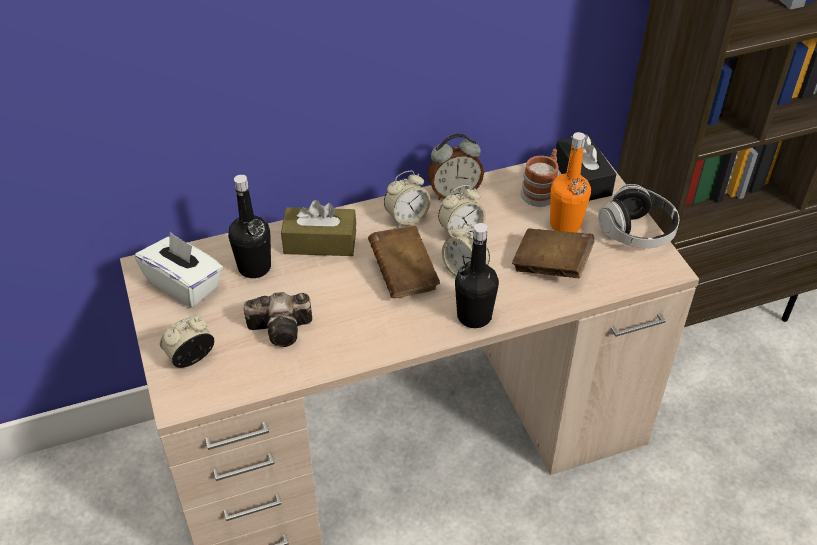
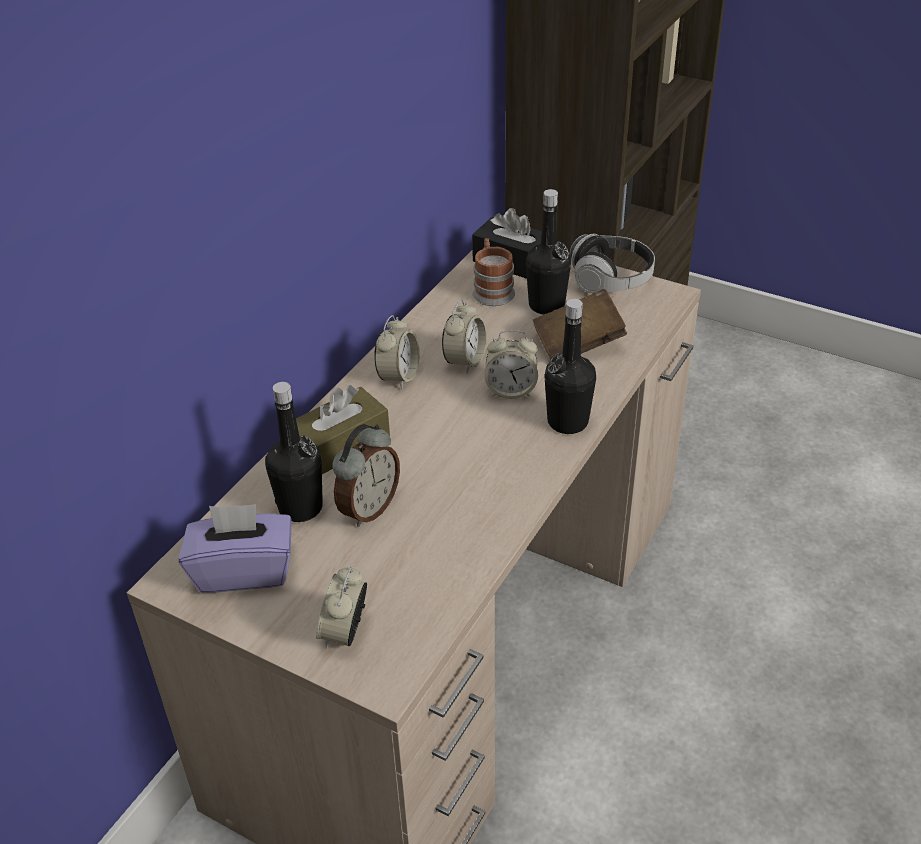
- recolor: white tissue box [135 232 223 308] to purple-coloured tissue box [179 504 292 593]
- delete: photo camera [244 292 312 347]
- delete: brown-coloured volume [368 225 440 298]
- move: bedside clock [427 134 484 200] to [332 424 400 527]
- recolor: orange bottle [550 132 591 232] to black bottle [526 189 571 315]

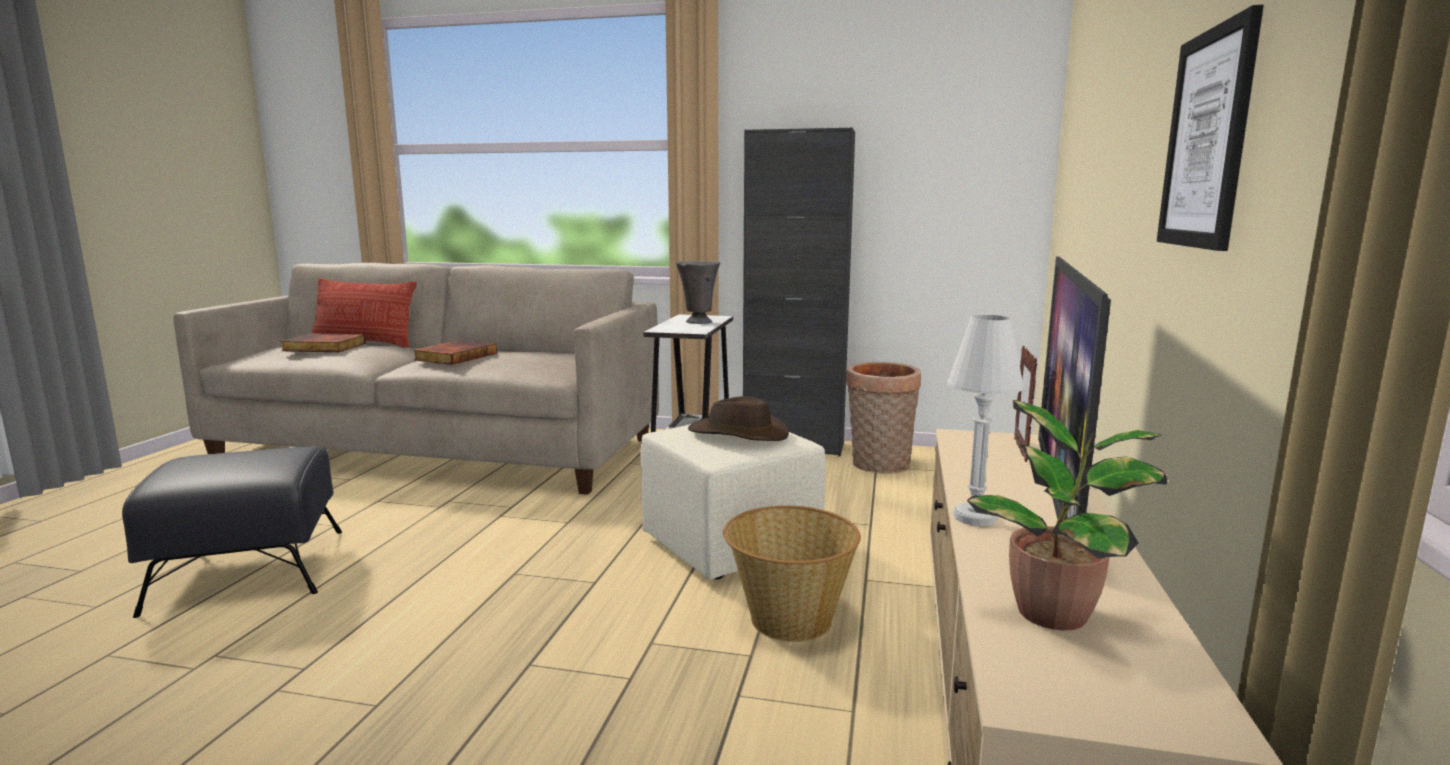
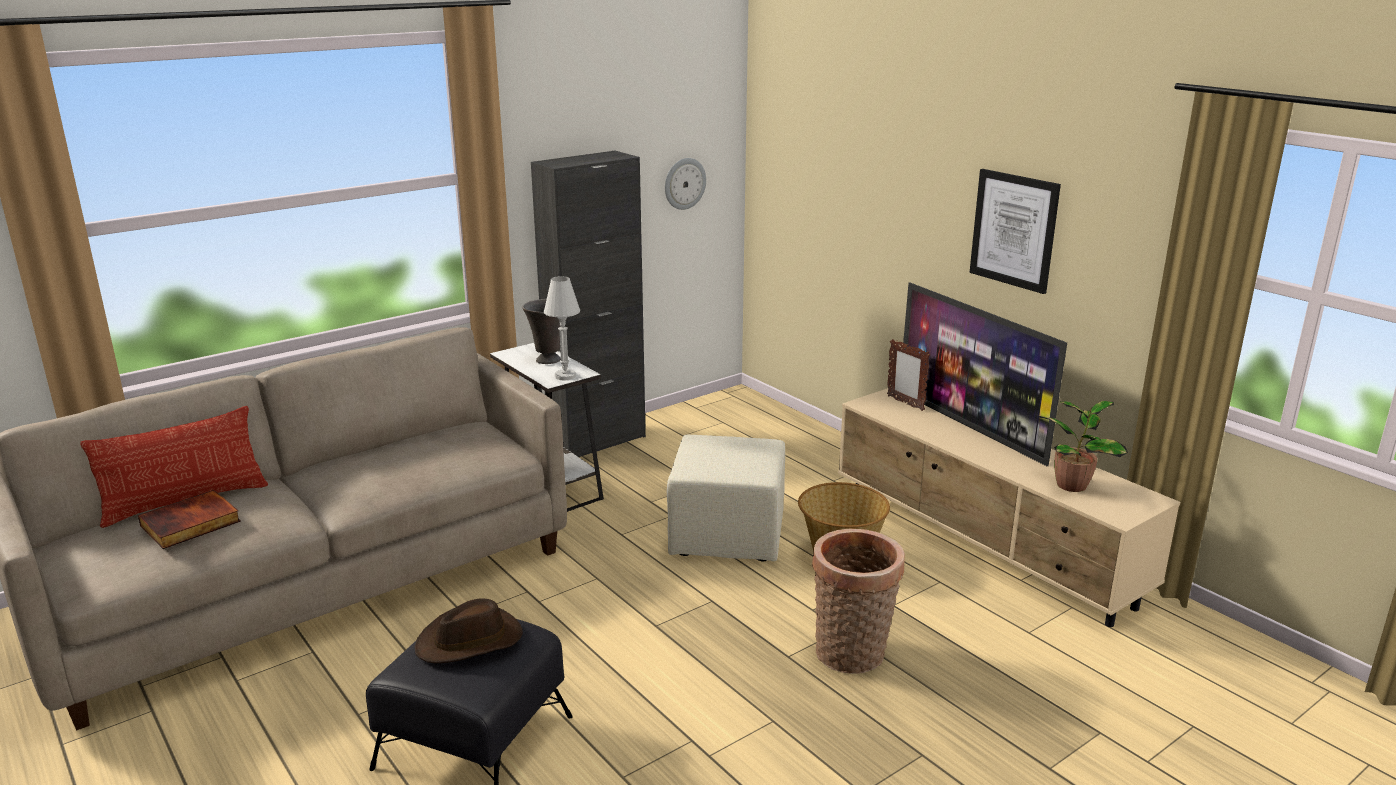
- delete: volume [413 340 497 365]
- move: brown-coloured wearable hat [688 396 789 441] to [415 599 523 663]
- move: household basket [846 362 921 474] to [812 528 905 674]
- move: white table lamp [947 315 1025 526] to [544 276 580 381]
- insert: clock on the wall [665 158 706 210]

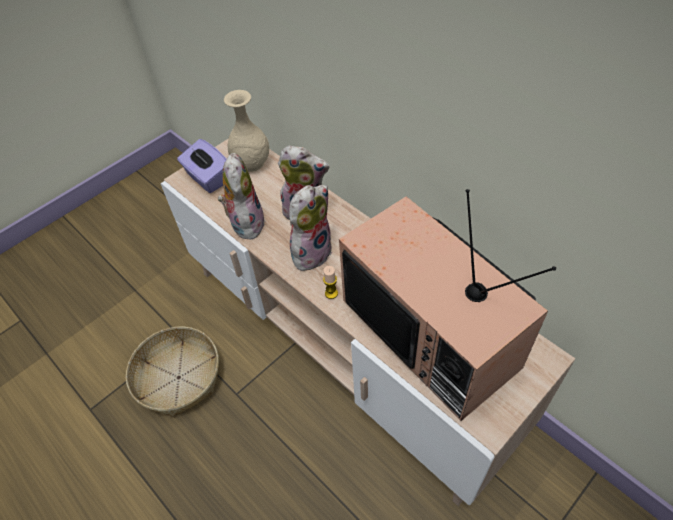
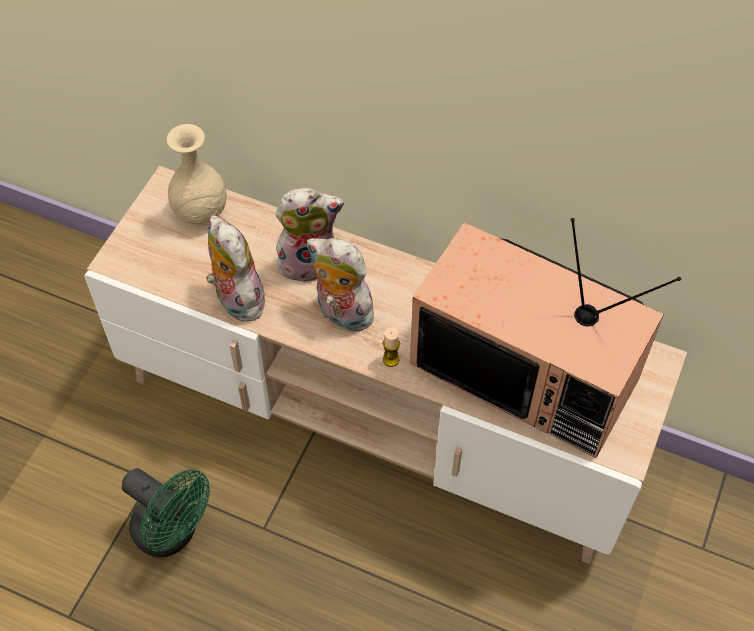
- replace: household basket [126 327 219 417] to green fan [122 468 210 557]
- delete: purple-coloured tissue box [177 139 226 193]
- rotate: cuddly toy [289 185 333 271] = [307 238 381 332] 75 degrees counterclockwise

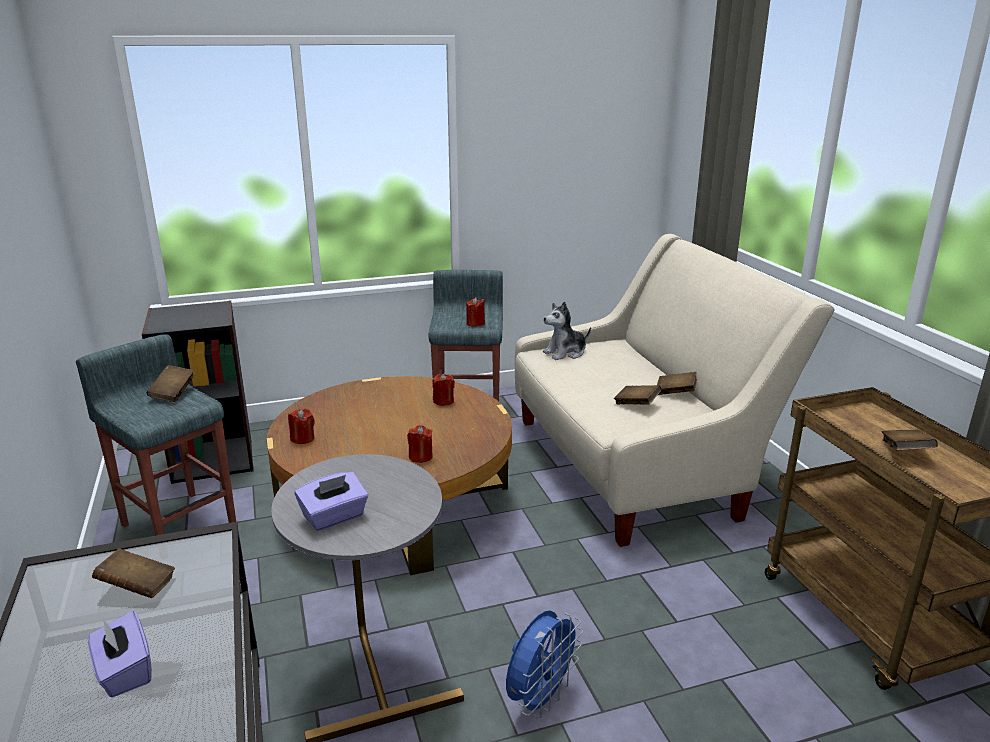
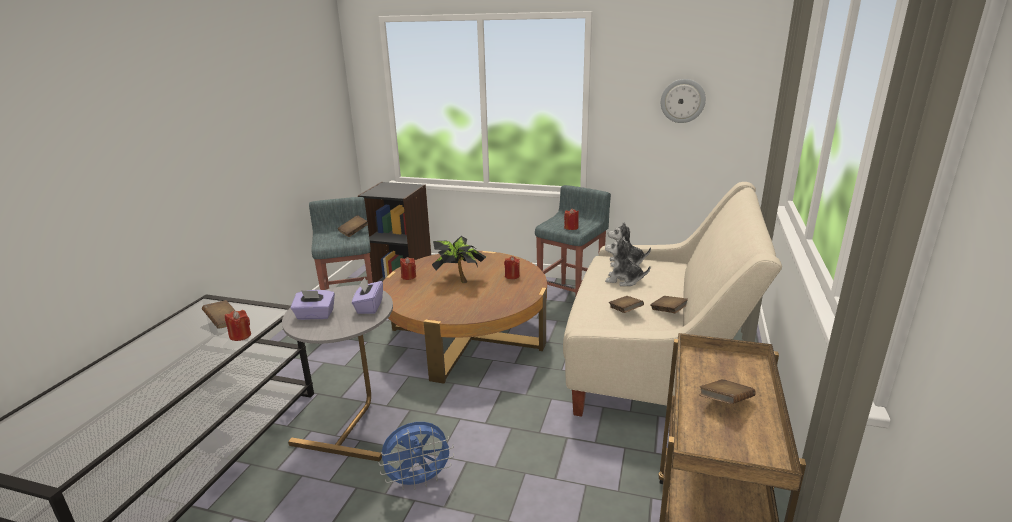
- move: purple-coloured tissue box [88 611 152 697] to [352 277 383 314]
- move: red wax light [407 425 433 463] to [225 310 251 341]
- insert: plant in a pot [432 236 486 283]
- insert: cuddly toy [605 236 650 286]
- insert: clock on the wall [661 79 706 123]

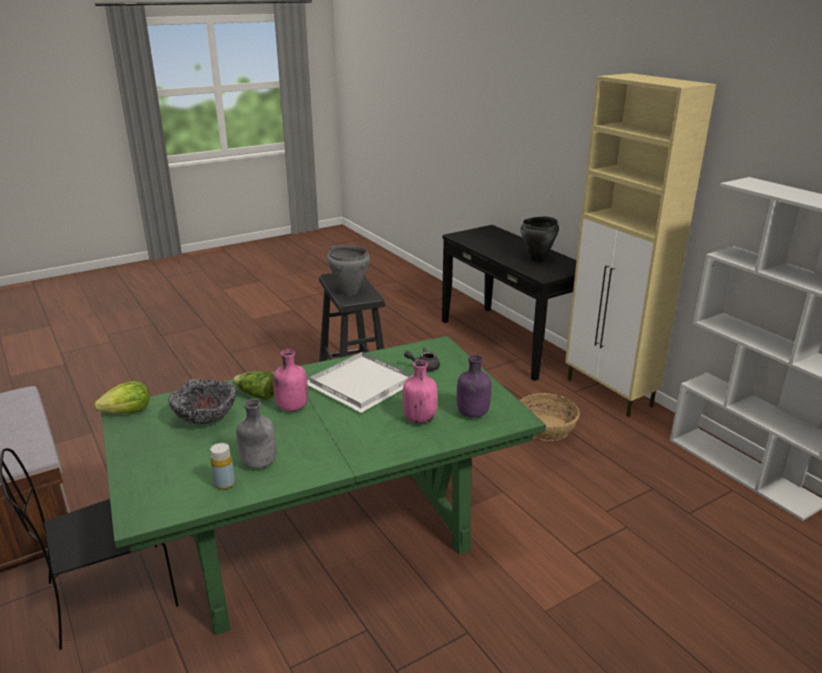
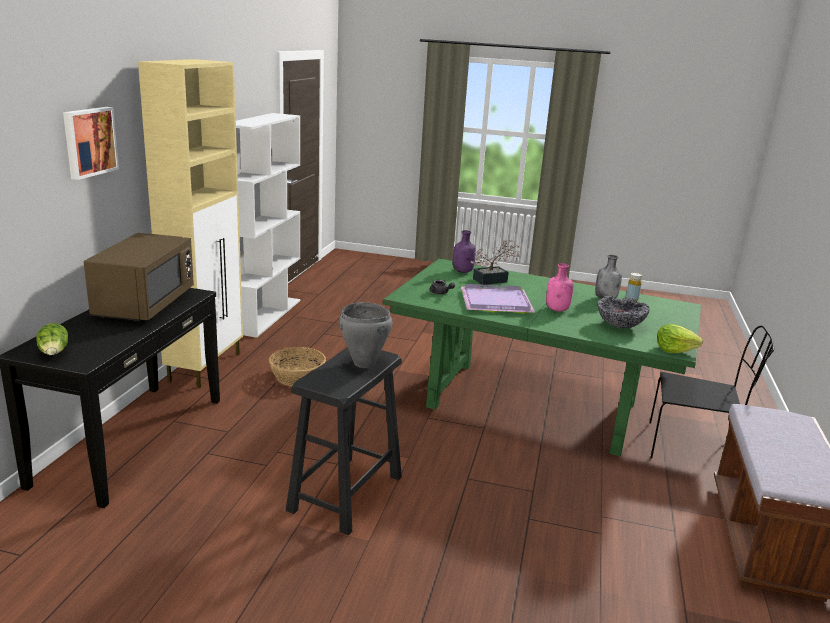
- move: head of lettuce [232 371 274 400] to [37 323 68 355]
- recolor: white serving tray [307 352 413 413] to purple-coloured serving tray [461 284 535 314]
- replace: pink bottle [403 360 437 423] to plant in a pot [471 240 520 285]
- replace: black cooking pot [521 217 559 262] to brown-coloured microwave oven [84 233 194 322]
- insert: wall art [63 107 119 180]

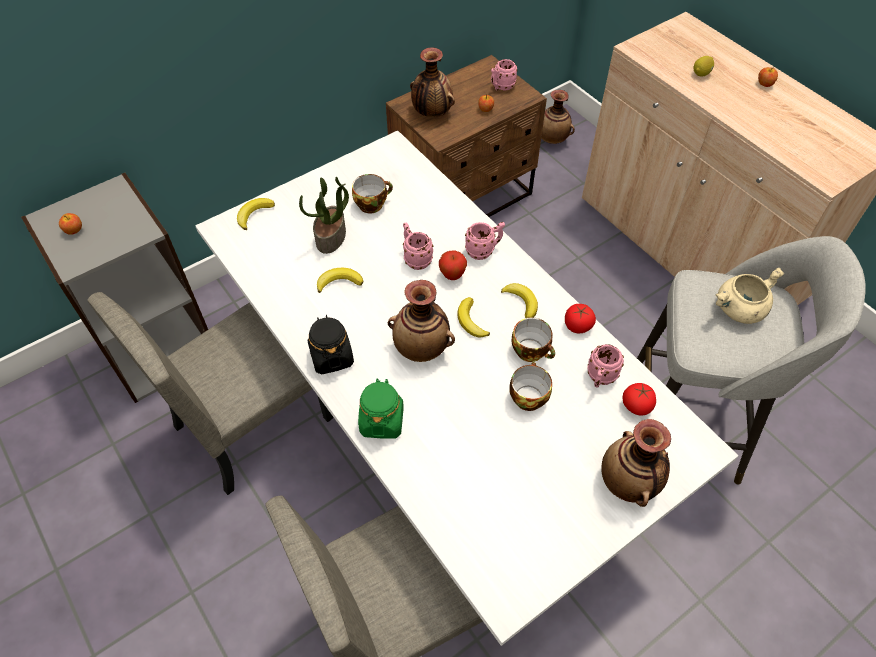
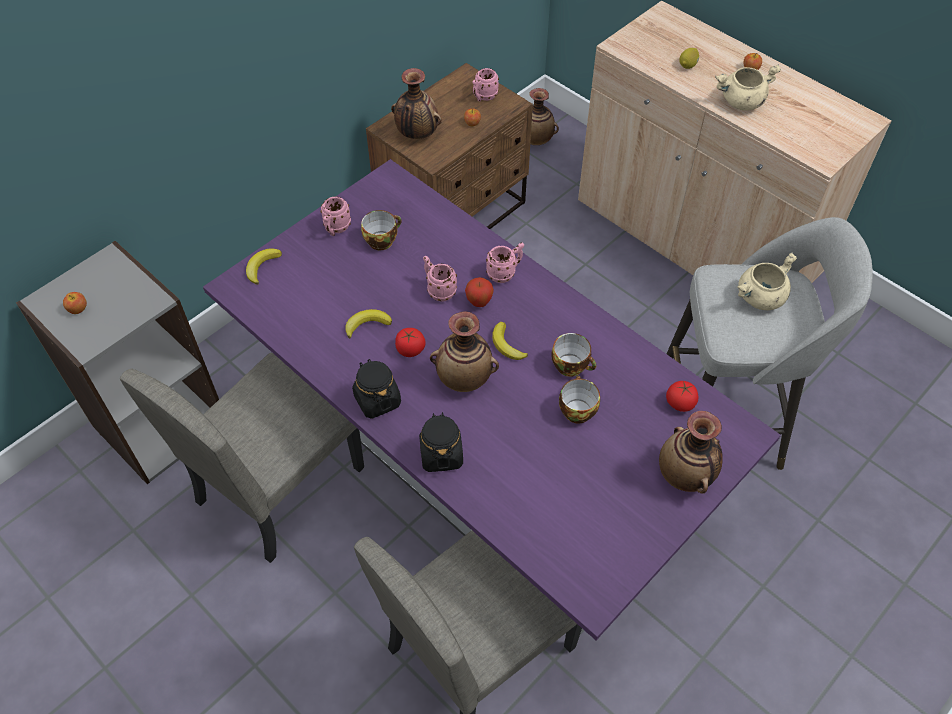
- recolor: white dinner table [195 130 739 646] to purple-coloured dinner table [203 159 781 640]
- delete: plant in a pot [299 177 349 254]
- recolor: green jar [358 379 404 439] to black jar [419 412 463 472]
- delete: whole banana [501 283 538 318]
- move: fresh tomato [565 304 596 333] to [395 328 426 357]
- move: pink tea mug [588 344 624 388] to [320 197 351 236]
- insert: beige cooking pot [715 65 781 111]

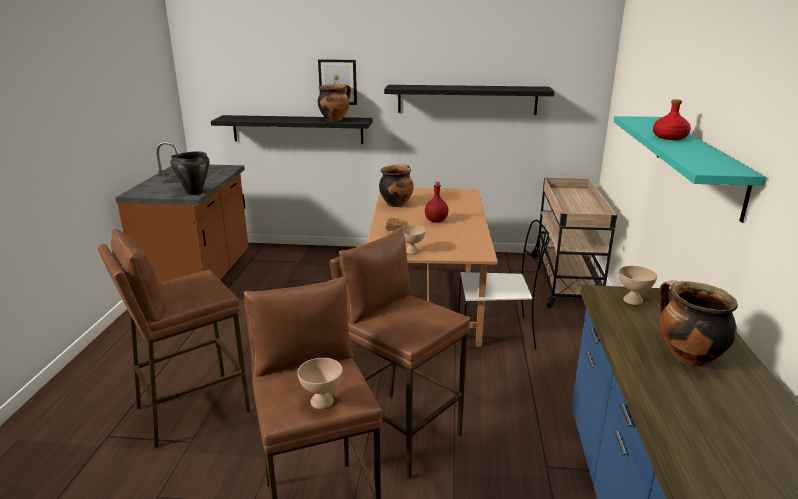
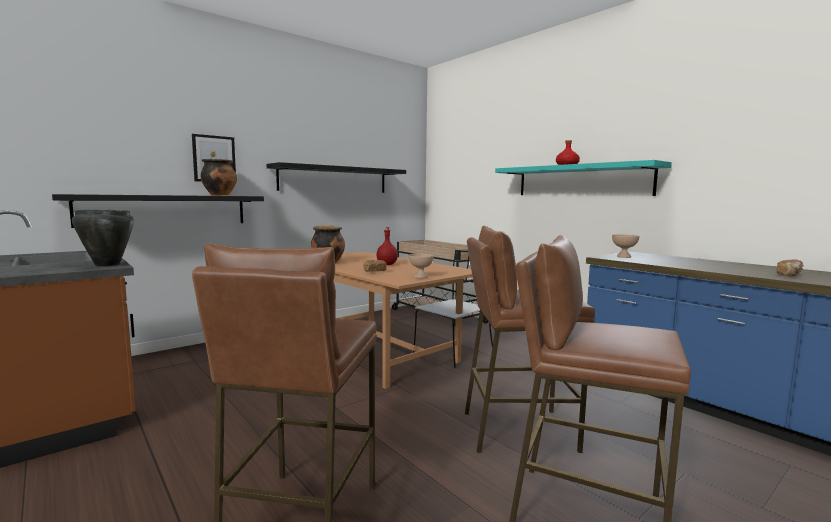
- delete: beige serving bowl [298 358 343 409]
- delete: cooking pot [659 280 738 367]
- insert: bread [777 259 804 276]

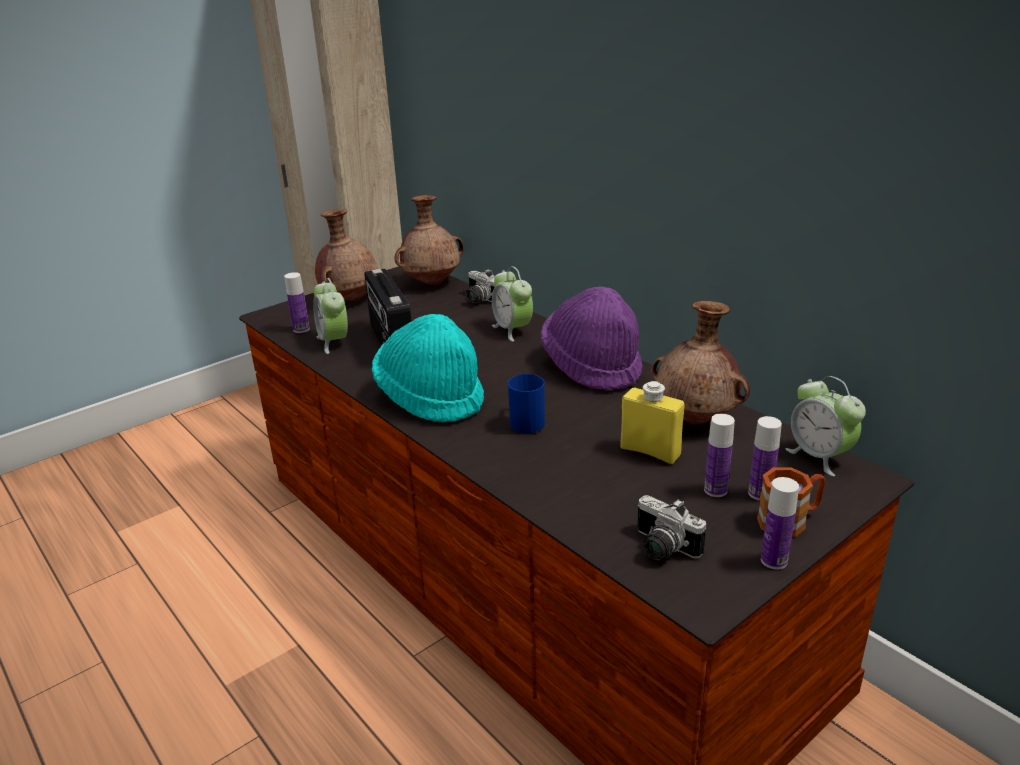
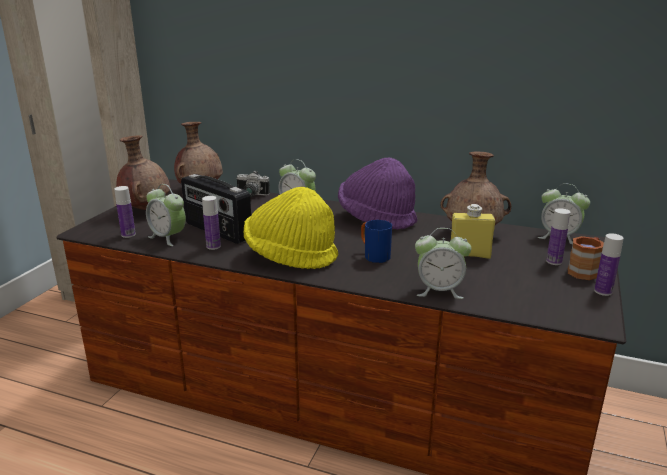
- recolor: turquoise wearable hat [372 314 484 422] to yellow wearable hat [243 187 338 269]
- delete: photo camera [637 495 706 560]
- move: bottle [704 414 735 497] to [202 196 221 250]
- insert: bedside clock [415 228 471 299]

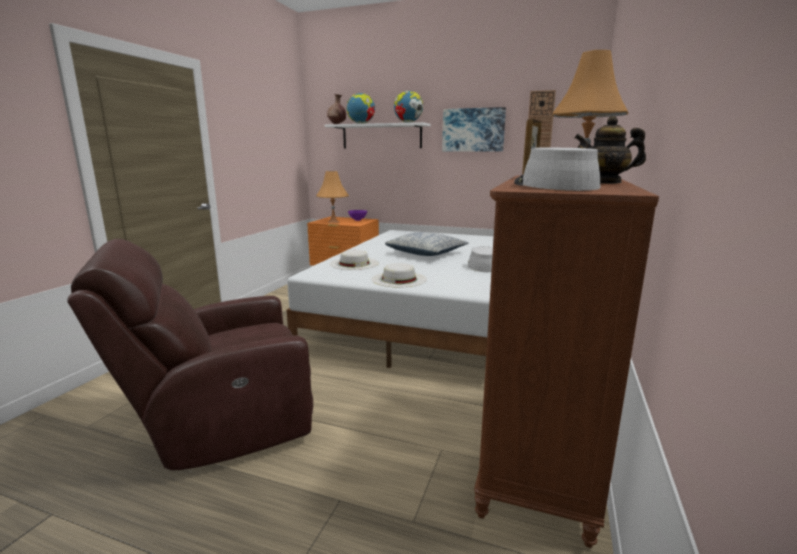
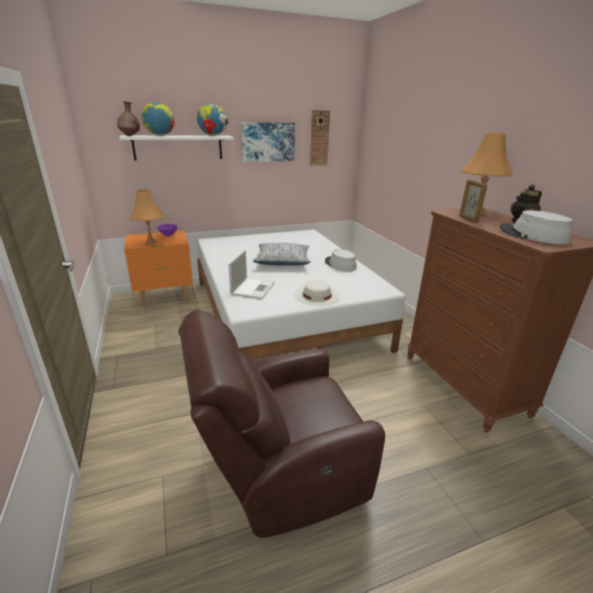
- rotate: brown-coloured lounge chair [67 239 313 471] = [178 310 385 538] 45 degrees clockwise
- replace: white wearable hat [330 250 379 270] to laptop [228 250 275 299]

